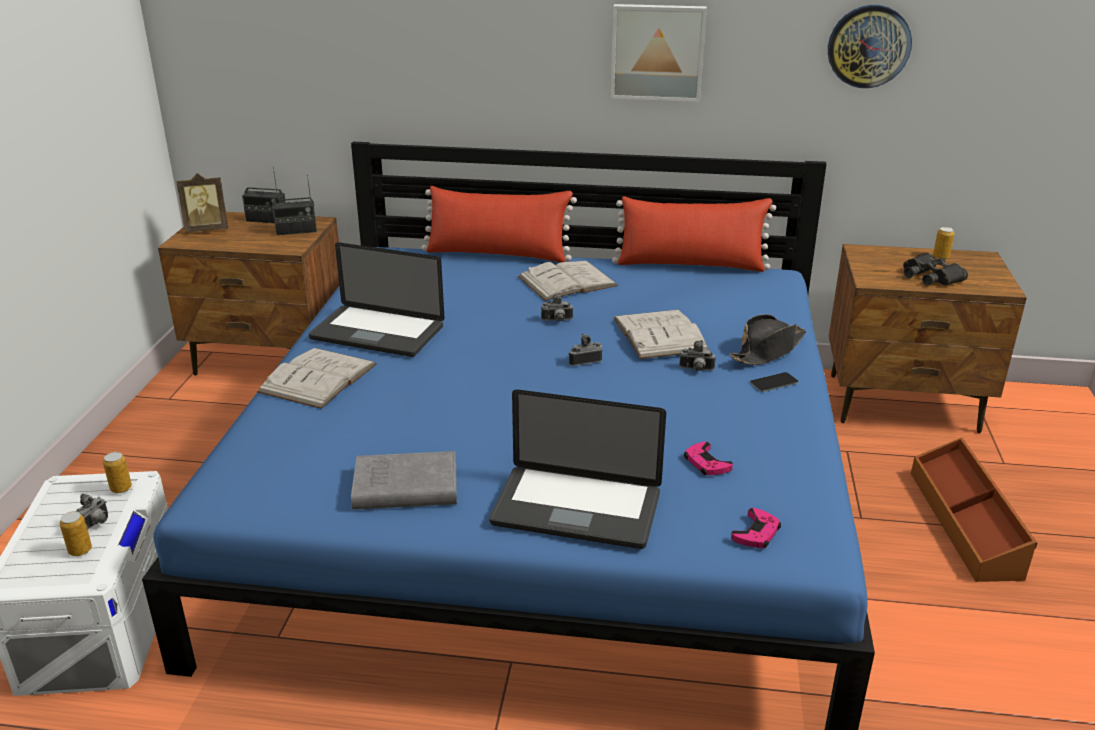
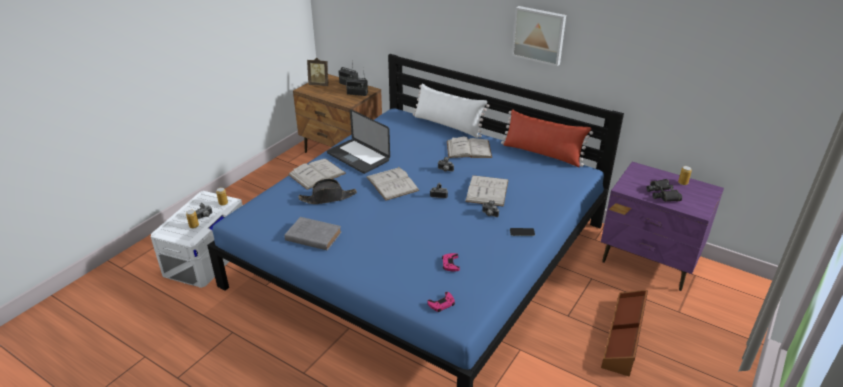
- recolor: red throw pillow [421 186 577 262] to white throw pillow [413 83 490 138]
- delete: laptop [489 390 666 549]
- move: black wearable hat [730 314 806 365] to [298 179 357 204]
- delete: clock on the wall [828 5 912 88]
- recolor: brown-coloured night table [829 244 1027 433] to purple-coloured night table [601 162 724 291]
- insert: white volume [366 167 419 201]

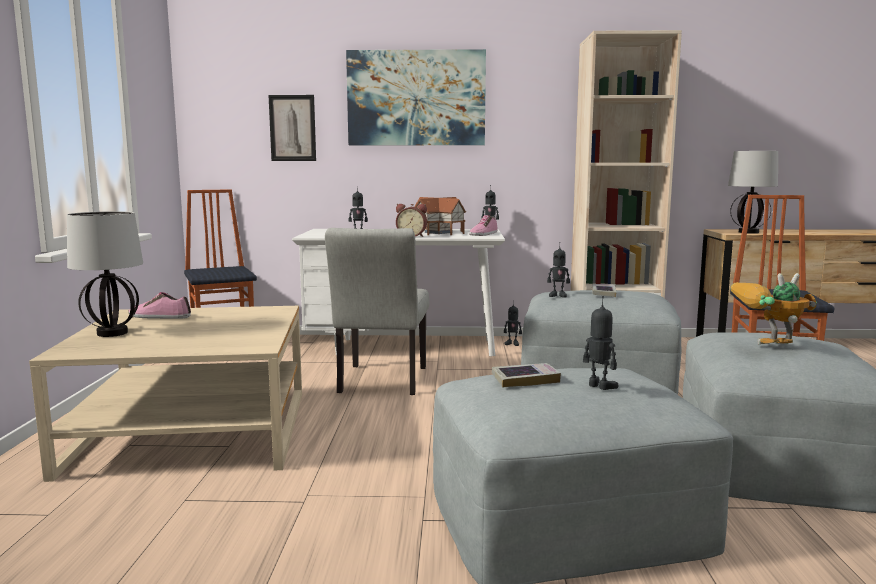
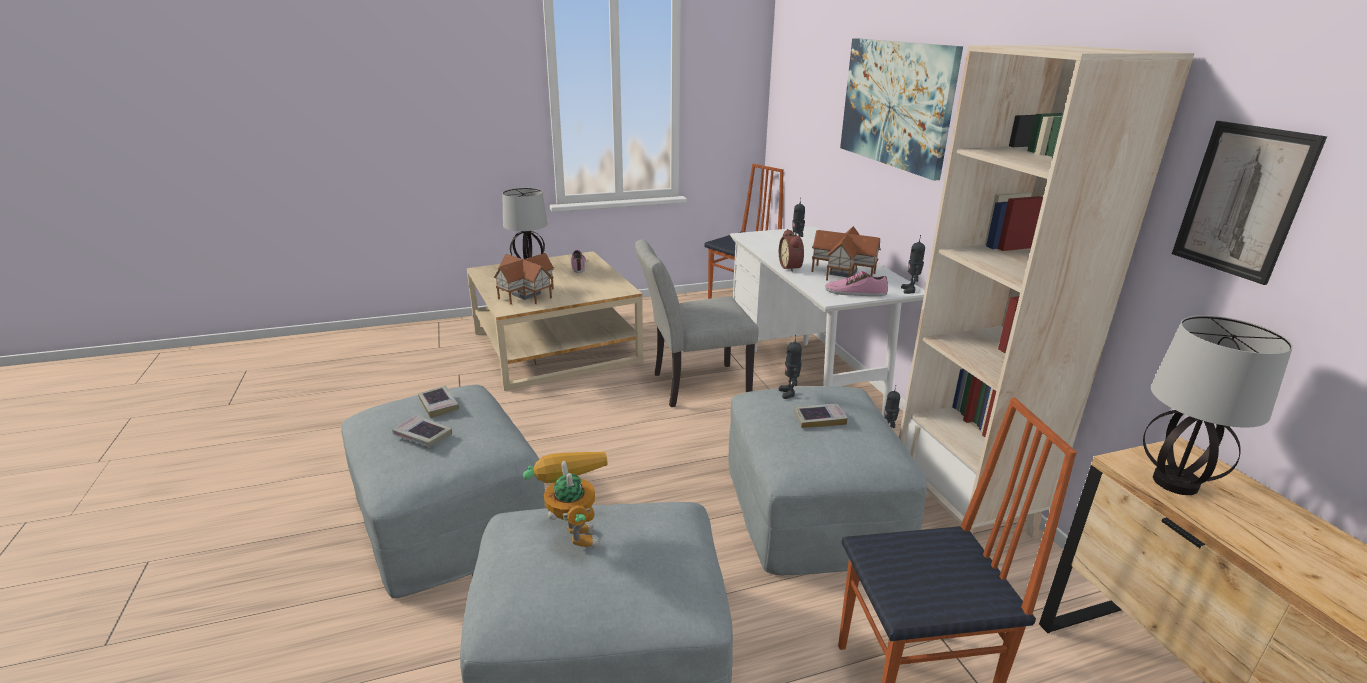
- move: wall art [269 95 316 161] to [1172 121 1327 285]
- replace: robot figure [583 296 618 390] to volume [392 415 452 447]
- insert: miniature house [494 253 554 305]

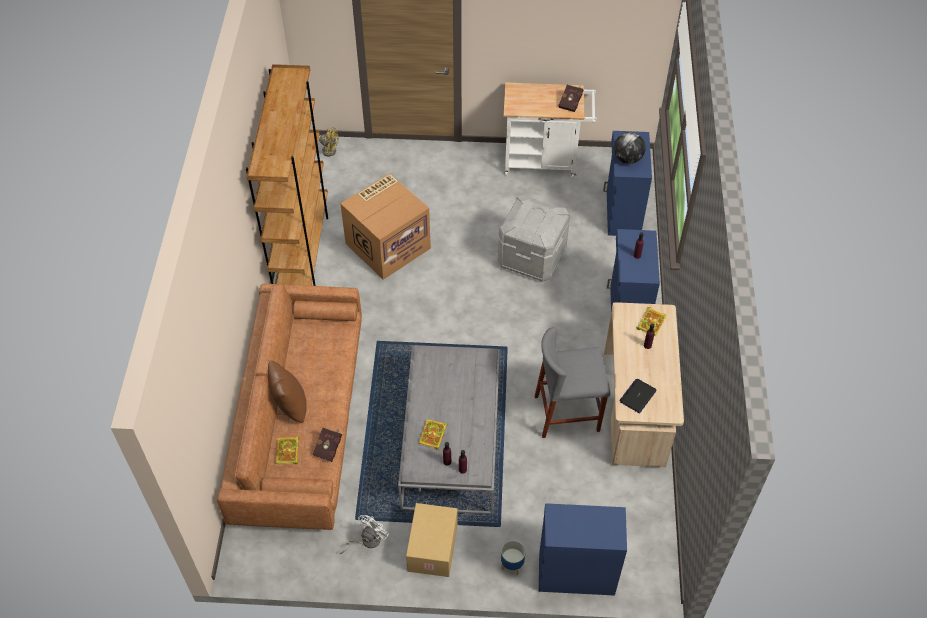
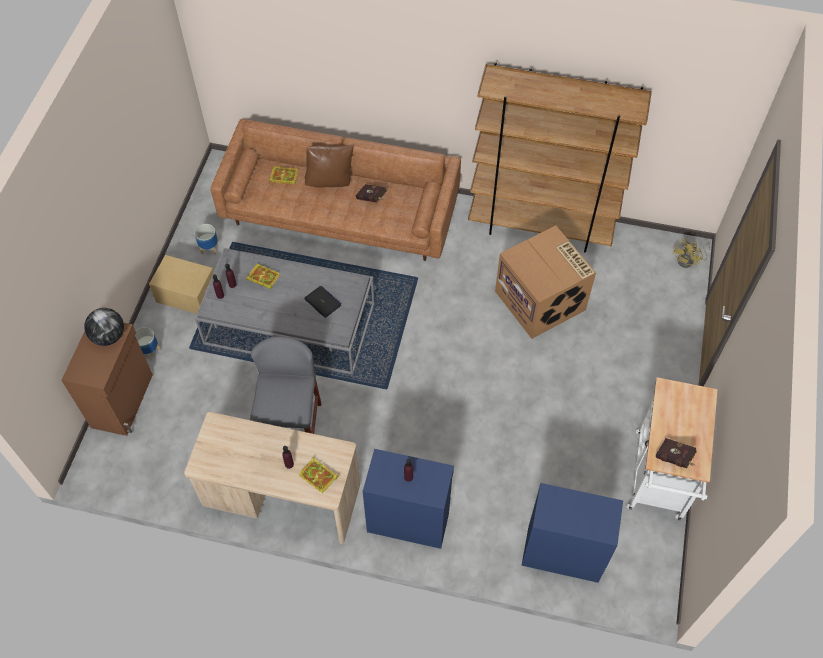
- move: red volume [312 428 342 462] to [355 184 387 202]
- replace: white fan [340 515 389 554] to planter [194 224 218 255]
- delete: grey storage bin [498 195 570 282]
- recolor: bluish cabinet [539 503 627 596] to brown-coloured cabinet [61 322 153 436]
- move: desk globe [614 132 646 164] to [84 308 124 346]
- move: laptop [619 379 657 413] to [304 286 342 318]

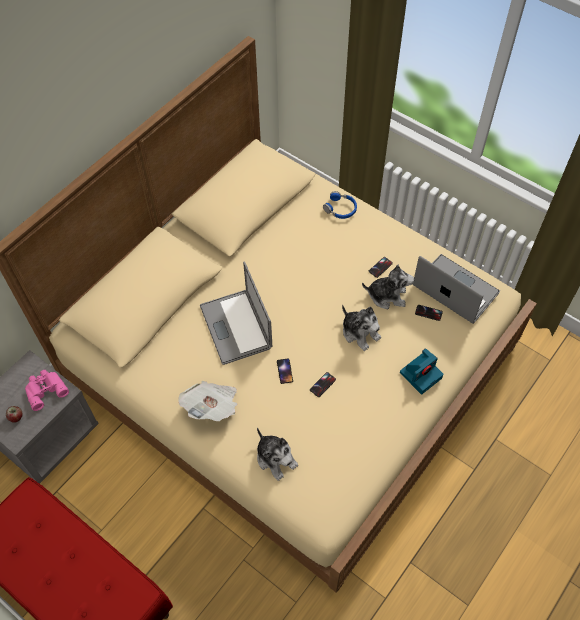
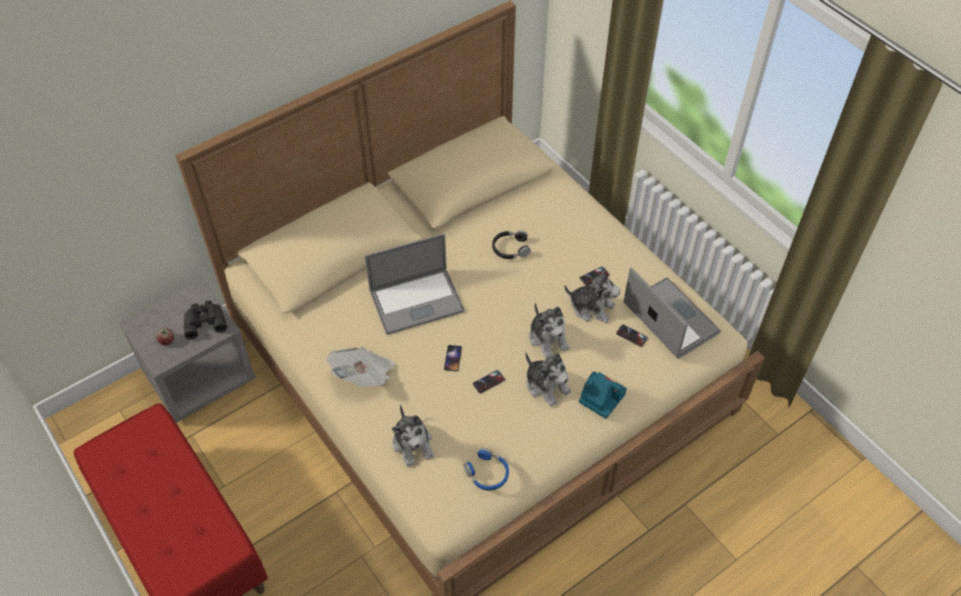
- recolor: pink binoculars [25 370 69 411] to black binoculars [184 300 227 340]
- rotate: laptop [200 261 272 365] = [365 234 464 335] 105 degrees counterclockwise
- move: bluish pair of headphones [323 191 357 219] to [464 448 509 491]
- rotate: photo camera [400 348 444 394] = [579 371 627 419] 120 degrees counterclockwise
- insert: black pair of headphones [492 230 531 259]
- insert: cuddly toy [525 353 571 407]

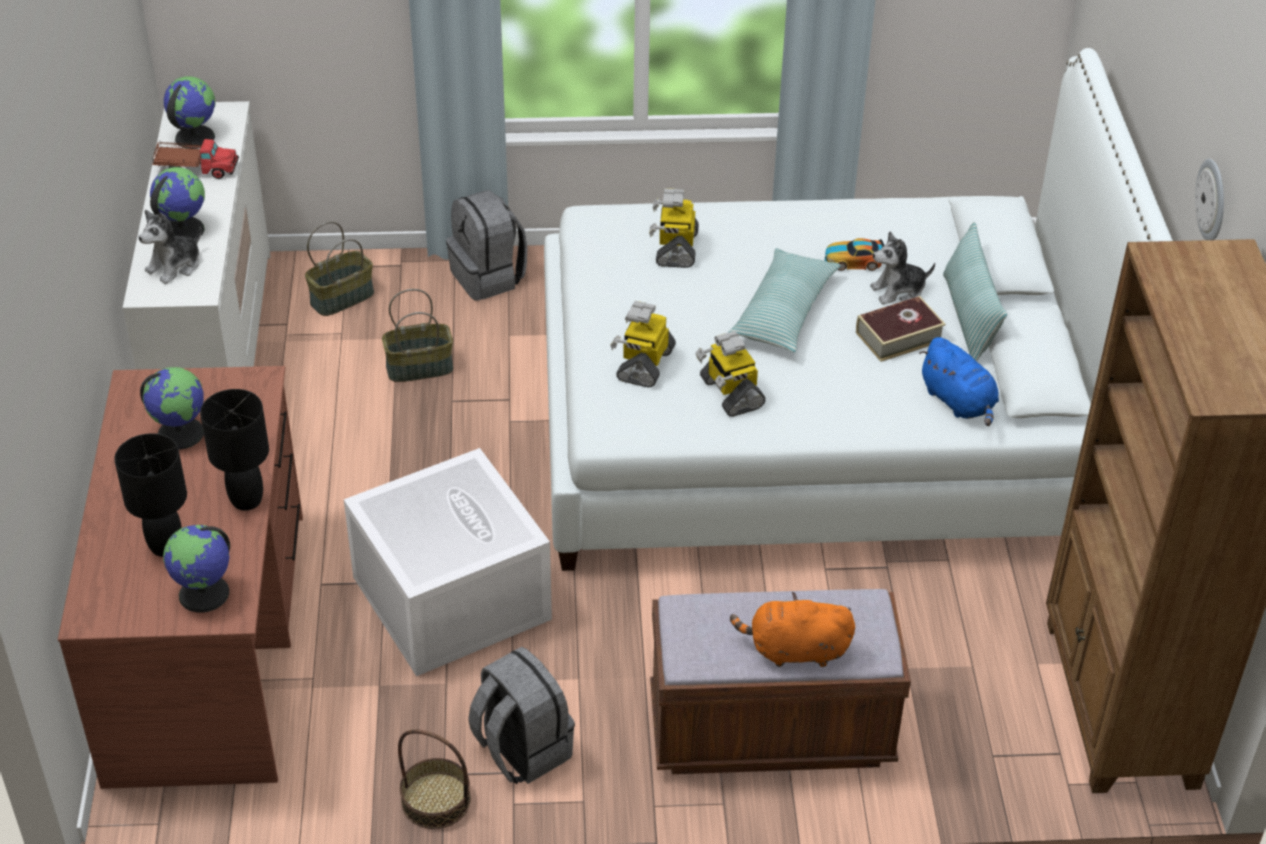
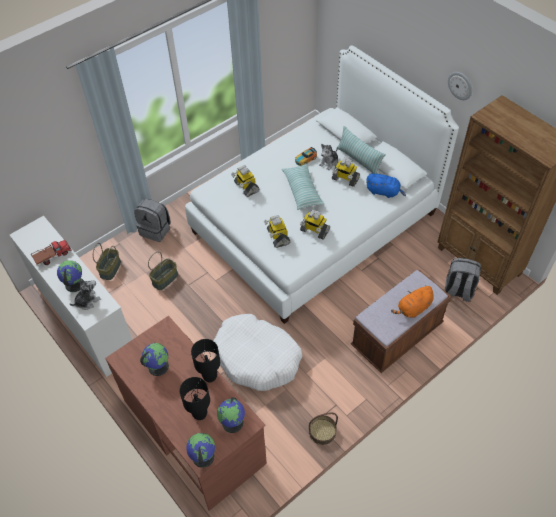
- rotate: cuddly toy [138 210 201 284] = [70 279 101 310] 135 degrees counterclockwise
- move: desk globe [164 76 215 149] to [186 433 215 468]
- replace: white storage bin [344 448 552 676] to white dog cushion [214 314 302 391]
- move: grey backpack [468 647 575 784] to [445 258 481 302]
- replace: volume [856 296 946 362] to robot figure [332 158 360 187]

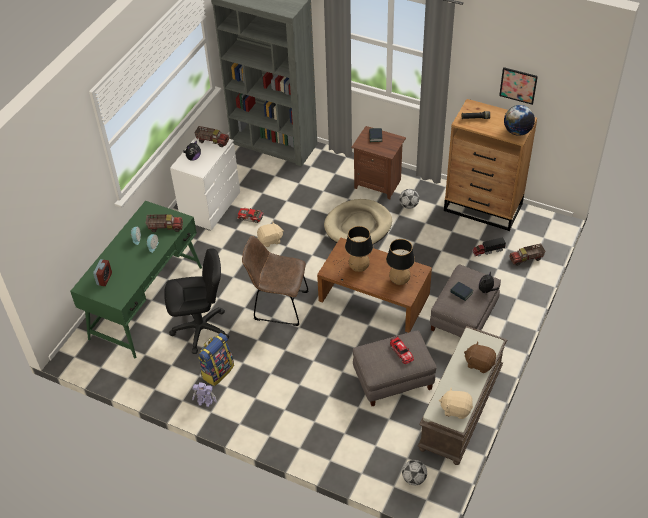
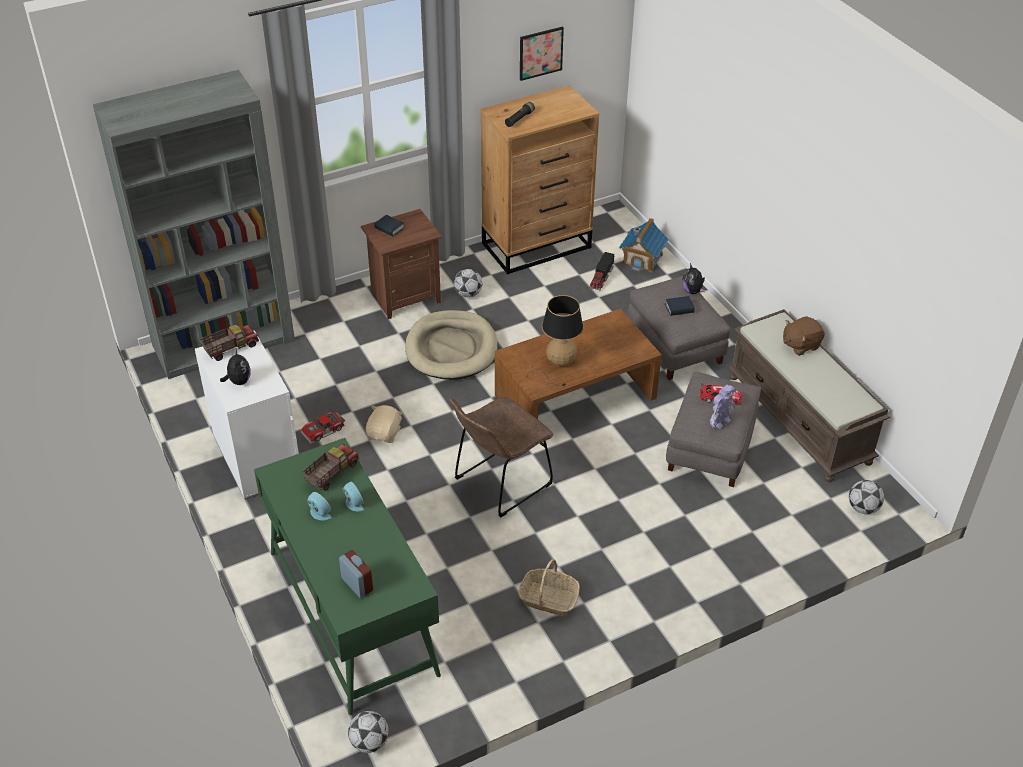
- delete: black desk chair [164 248 229 354]
- move: robot figure [192 382 217 407] to [710 385 736 429]
- replace: backpack [198 333 234 386] to household basket [518 559 580 616]
- delete: table lamp [386 239 424 285]
- delete: beige cuddly toy [439 388 473 419]
- delete: desk globe [504 105 535 136]
- replace: toy lorry [509 243 545 266] to miniature house [619 218 669 272]
- insert: football ball [348 711 389 753]

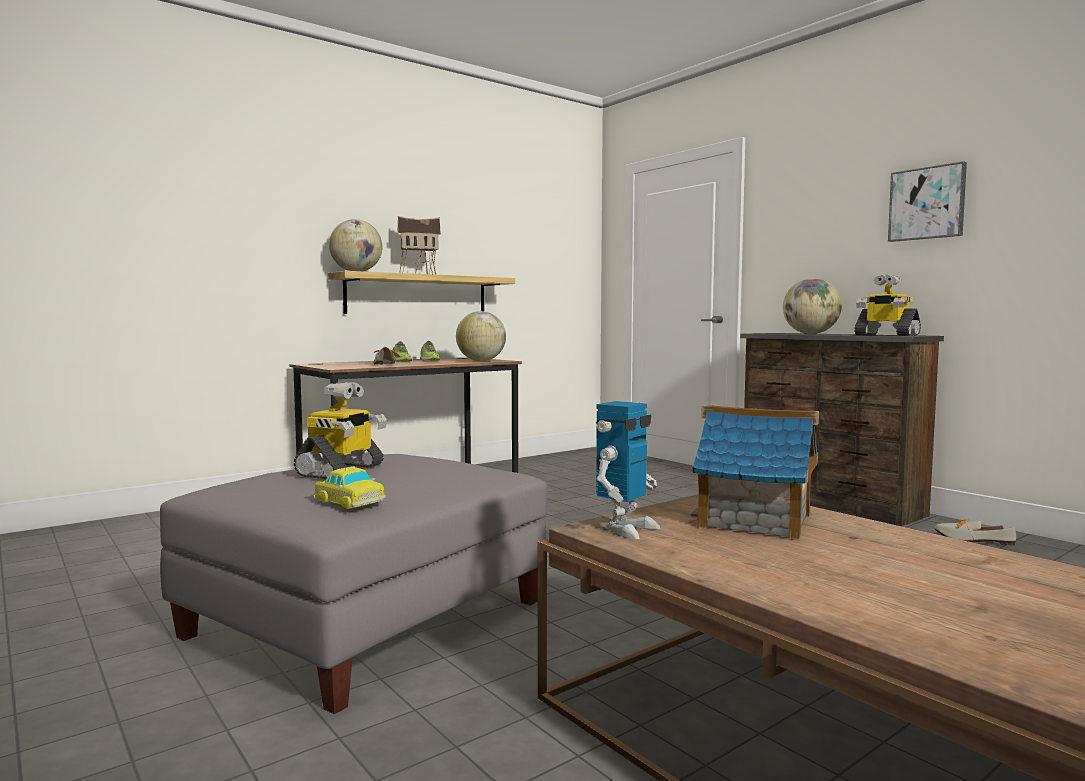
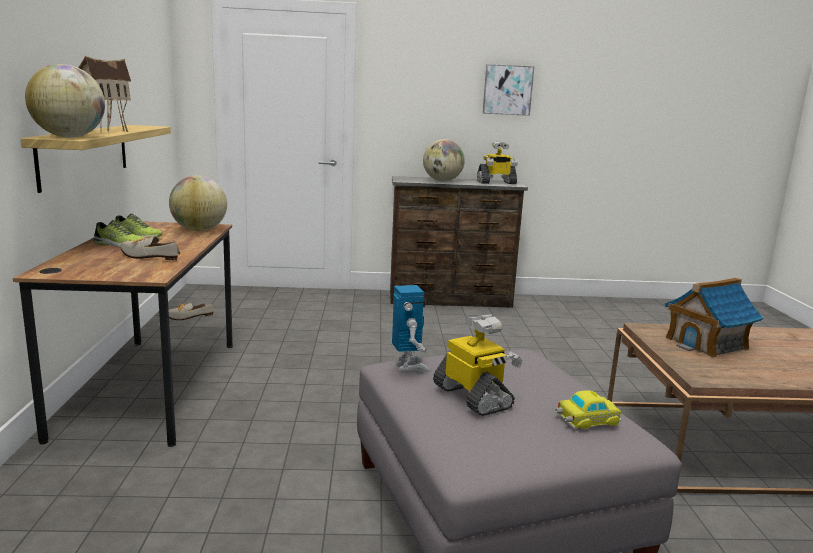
- move: robot figure [596 401 660 539] to [392 285 430 372]
- move: item of footwear [934 519 1016 546] to [169 303 213 320]

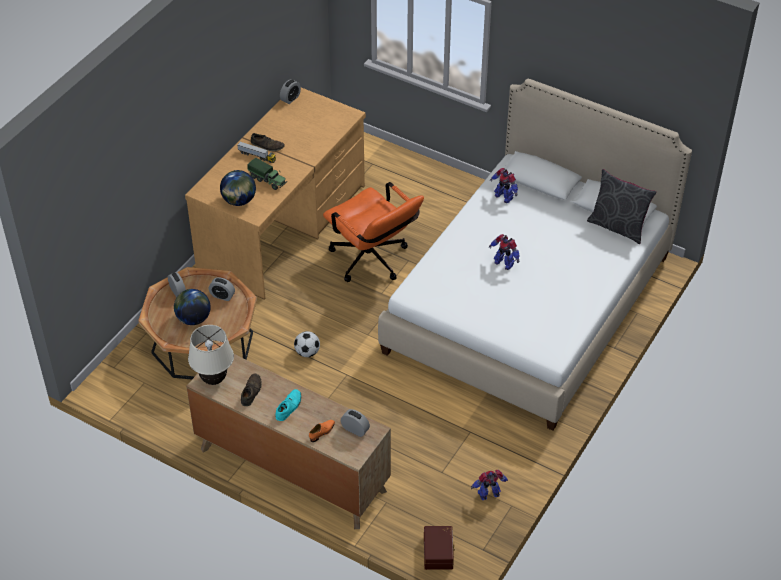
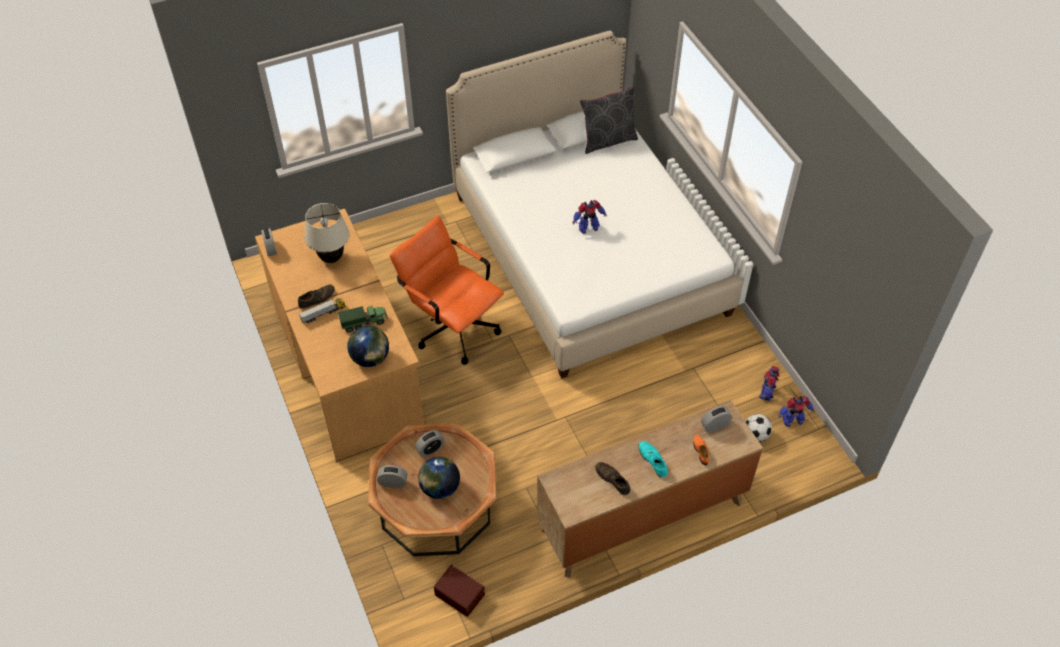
- move: beige table lamp [188 325 234 385] to [305 203 350 263]
- move: football ball [294 331 320 357] to [745 414 772 442]
- rotate: orange desk chair [323 182 424 282] = [390 216 504 365] 135 degrees counterclockwise
- move: brown-coloured storage bin [424 526 455 570] to [434 564 485 617]
- move: robot figure [490 168 518 203] to [778 396 814 427]

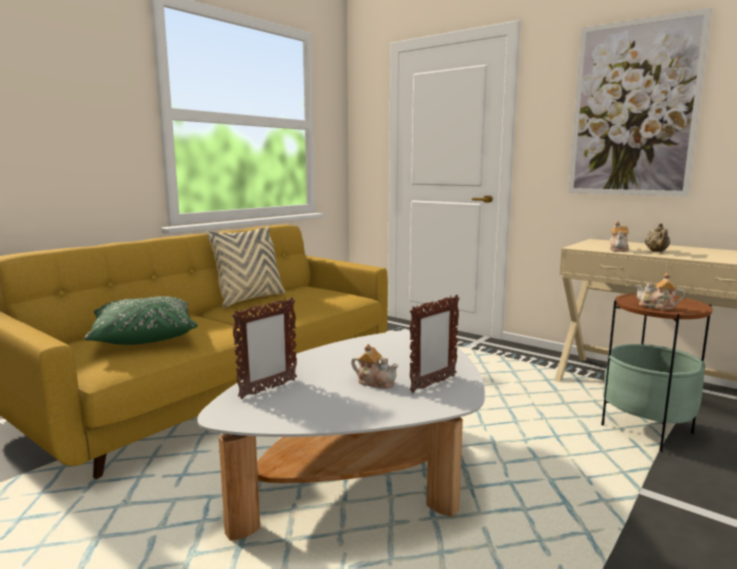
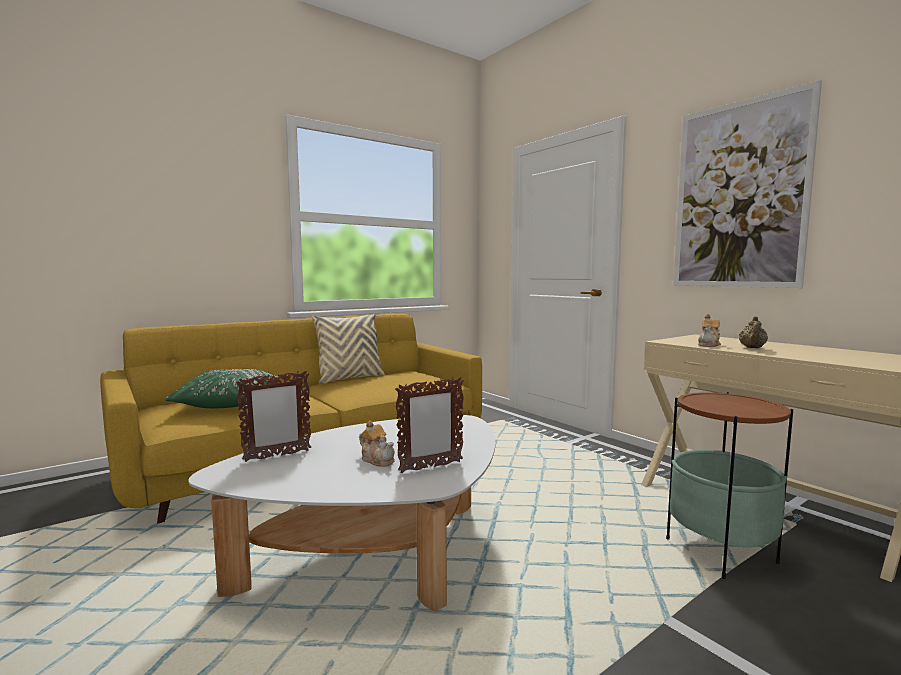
- delete: pot for tea [635 273 685 310]

